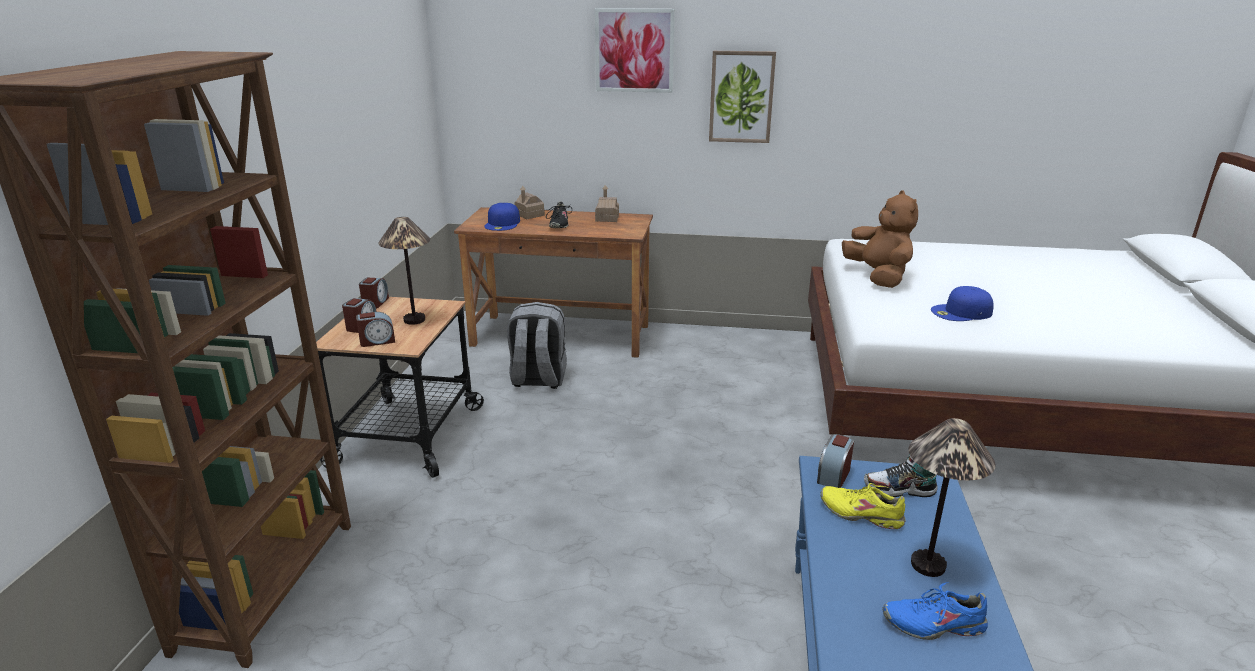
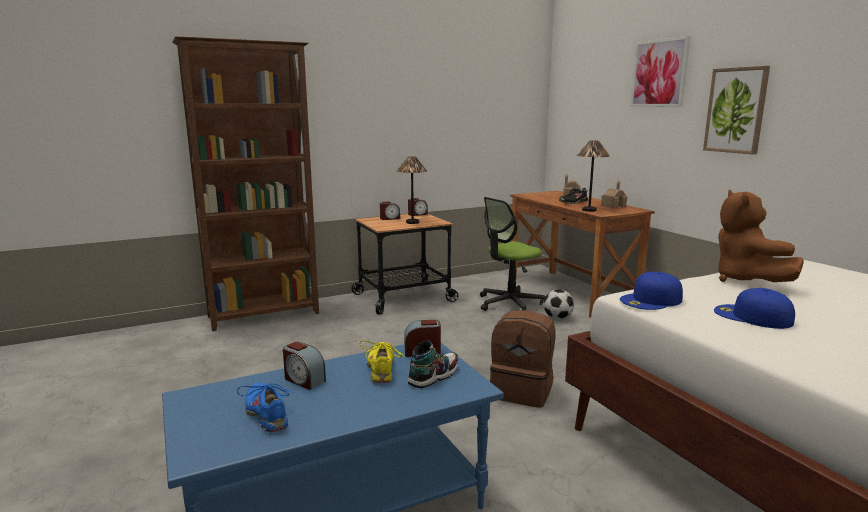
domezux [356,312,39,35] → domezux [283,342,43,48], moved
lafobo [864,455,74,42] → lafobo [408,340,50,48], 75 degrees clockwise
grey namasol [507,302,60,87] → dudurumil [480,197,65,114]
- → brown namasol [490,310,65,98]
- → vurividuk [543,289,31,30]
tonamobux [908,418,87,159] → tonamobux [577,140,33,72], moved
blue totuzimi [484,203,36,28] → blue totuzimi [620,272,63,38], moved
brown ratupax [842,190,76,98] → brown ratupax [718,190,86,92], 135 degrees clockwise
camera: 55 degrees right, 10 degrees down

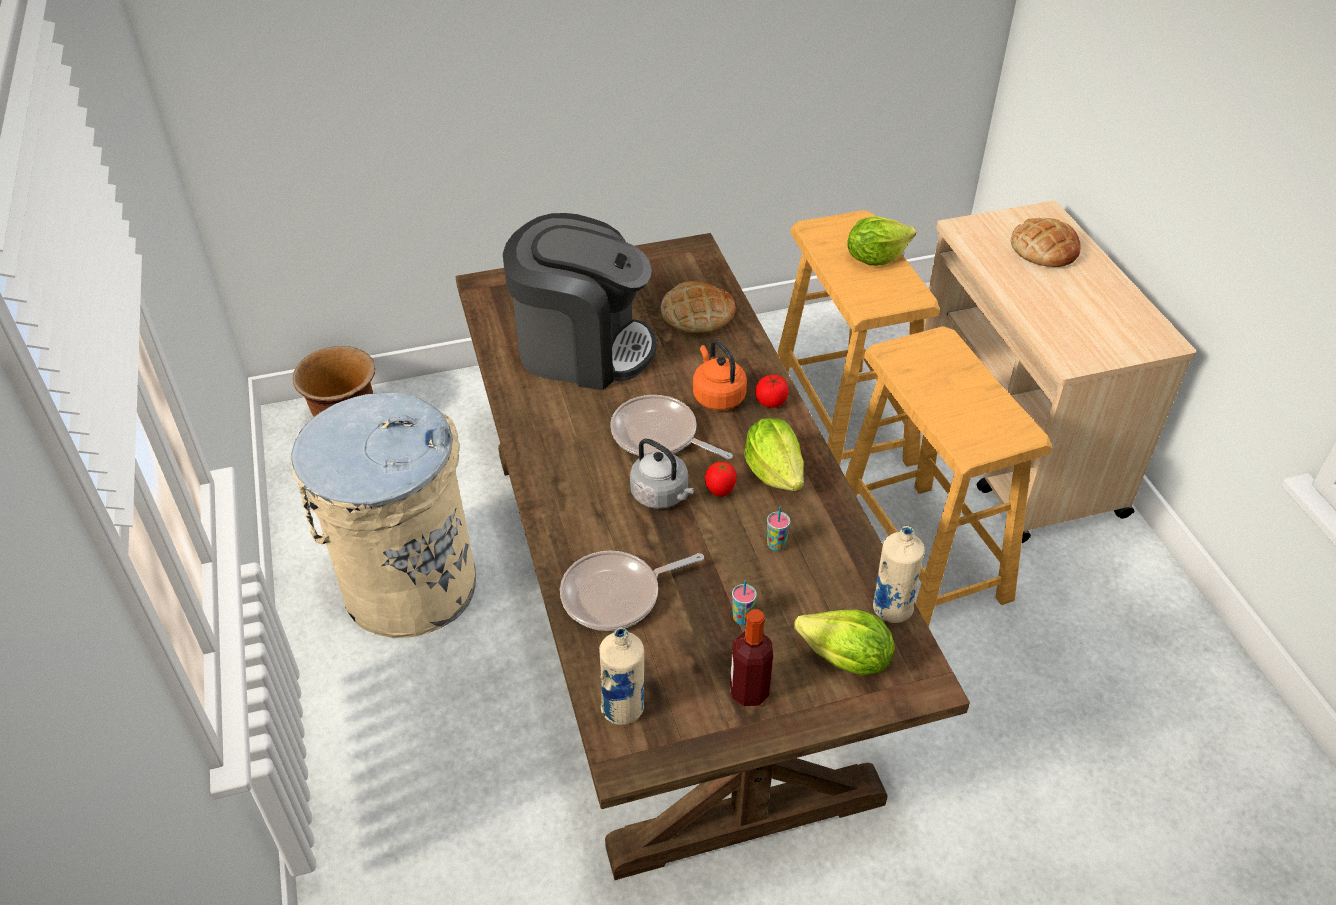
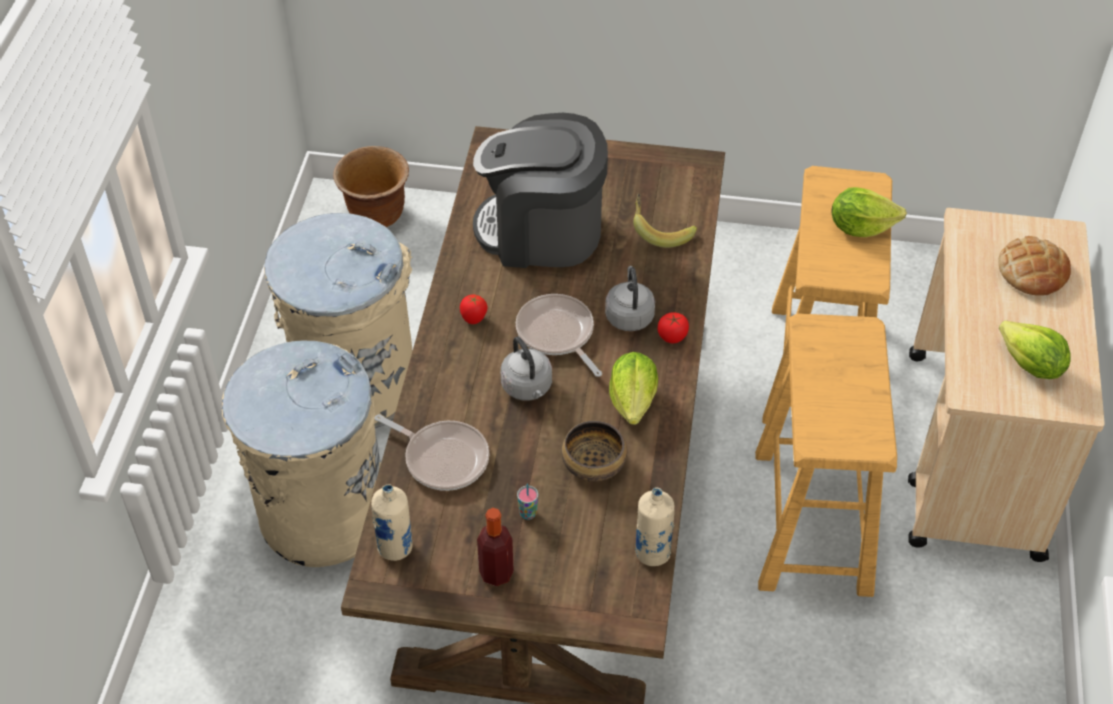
- → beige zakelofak [222,341,159,226]
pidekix [560,551,144,80] → pidekix [375,414,115,77], 150 degrees counterclockwise
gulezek [705,462,32,35] → gulezek [460,295,28,29], moved
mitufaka [503,213,154,177] → mitufaka [473,113,135,155], 150 degrees clockwise
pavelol [767,507,23,44] → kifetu [562,421,65,61]
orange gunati [693,340,54,70] → grey gunati [605,266,50,65]
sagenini [661,281,75,52] → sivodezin [633,194,64,54]
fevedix [794,610,101,66] → fevedix [999,320,72,59], moved
camera: 25 degrees right, 5 degrees up

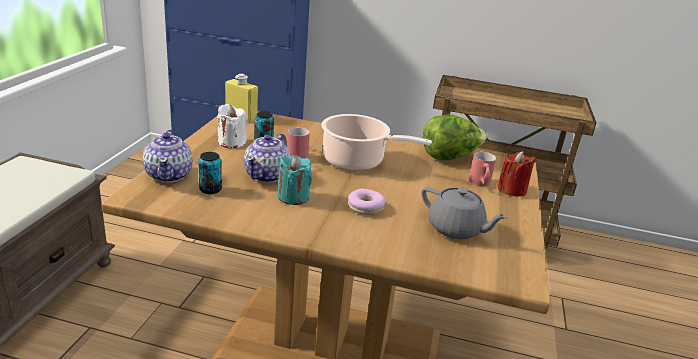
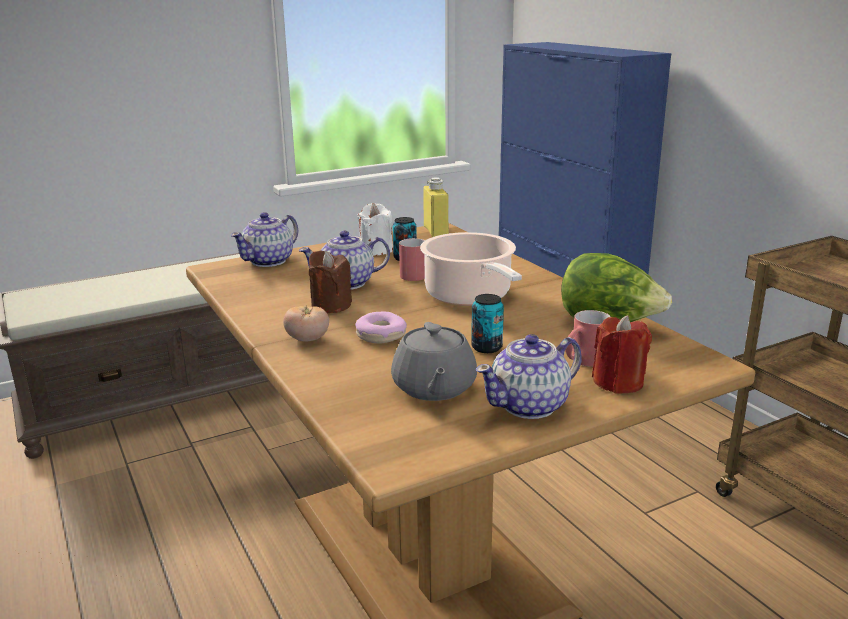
- → gulezek [283,306,46,36]
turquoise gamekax [277,155,35,50] → brown gamekax [309,251,43,62]
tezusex [198,152,24,42] → tezusex [471,294,33,59], moved
- → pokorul [476,334,106,85]
camera: 50 degrees right, 5 degrees down

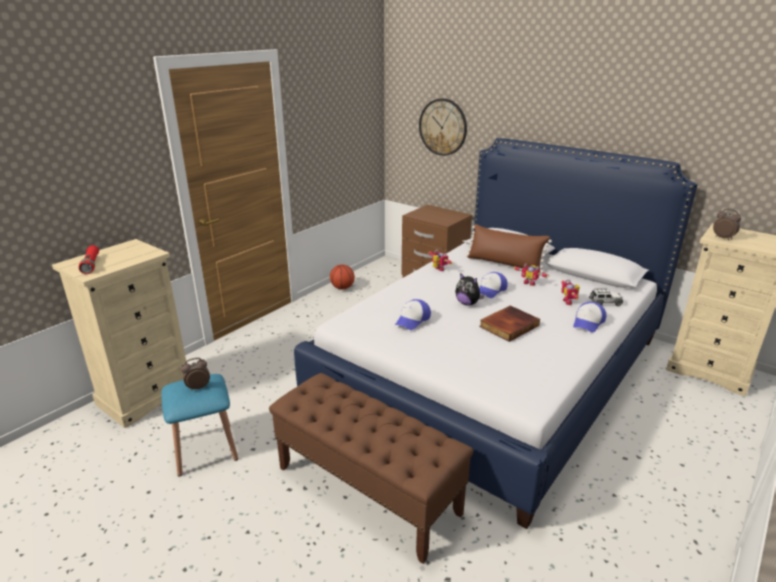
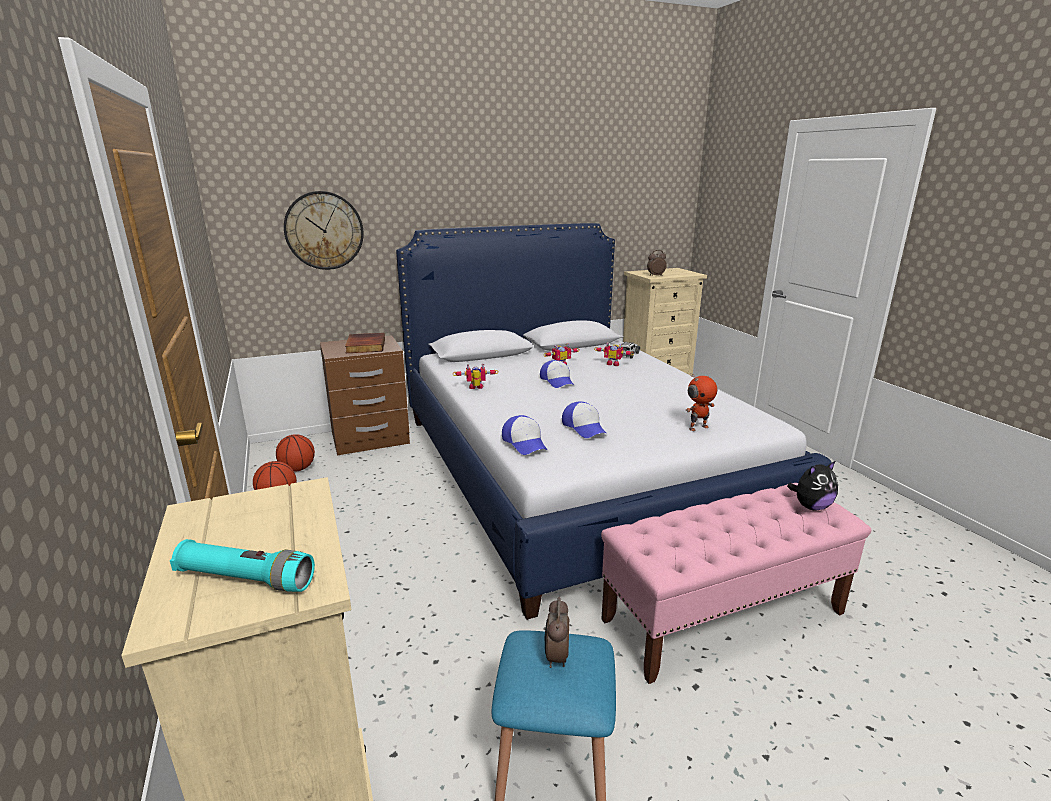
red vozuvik [79,245,20,29] → turquoise vozuvik [170,539,145,53]
- → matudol [276,434,39,38]
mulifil [479,305,61,37] → mulifil [345,333,40,20], moved
totuzimi [573,302,33,31] → totuzimi [502,415,45,40], moved
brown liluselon [269,373,204,191] → pink liluselon [601,483,270,201]
- → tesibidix [686,374,32,57]
ratupax [455,273,30,33] → ratupax [787,461,51,50], moved
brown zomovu [466,224,86,49] → -
camera: 60 degrees left, 5 degrees down

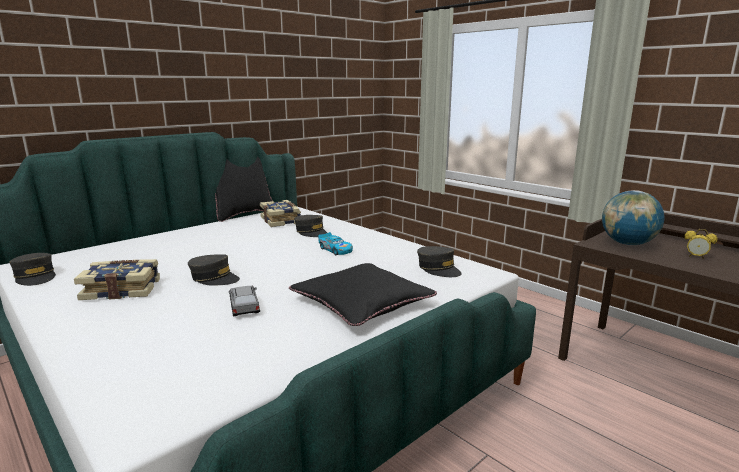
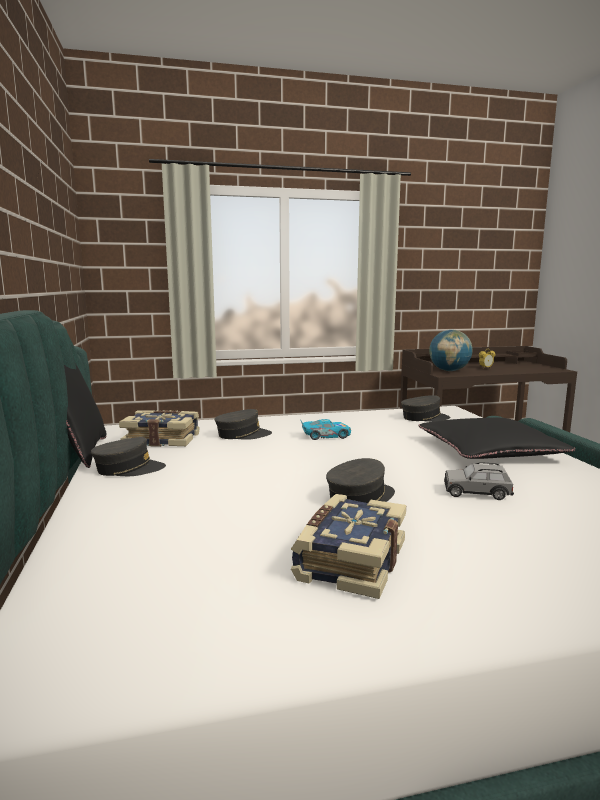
grey totuzimi [9,253,47,33] → grey totuzimi [91,437,75,39], moved
camera: 60 degrees left, 5 degrees down

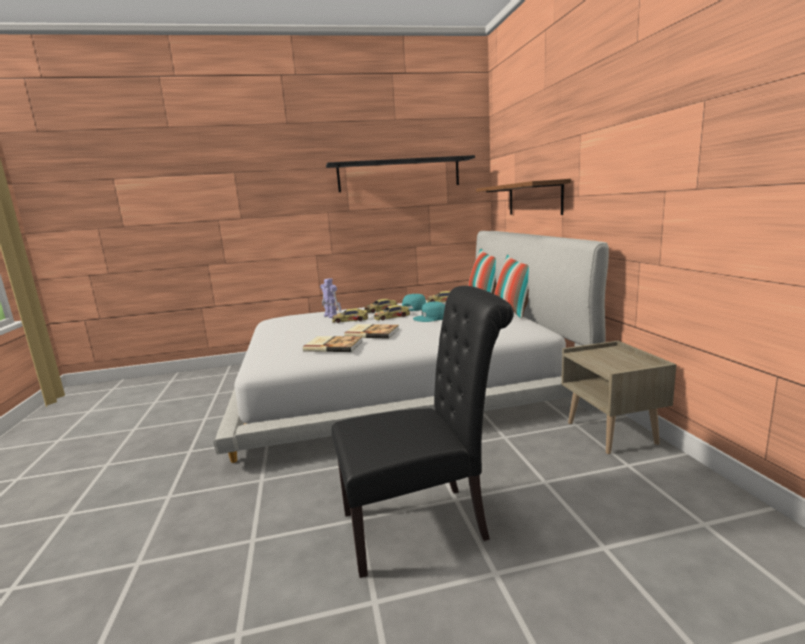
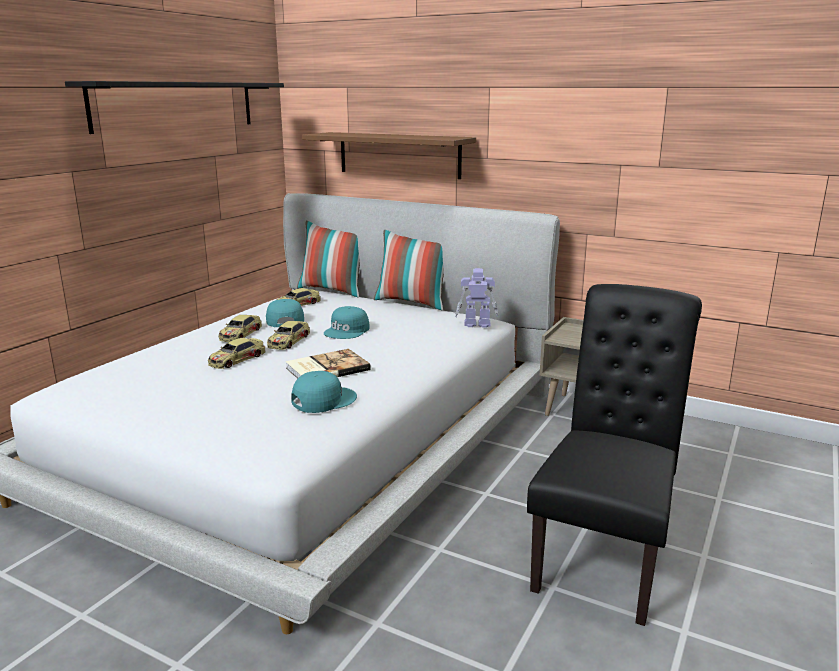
mulifil [303,336,60,16] → turquoise totuzimi [291,371,66,42]
tesibidix [320,278,21,40] → tesibidix [455,268,43,60], moved
camera: 50 degrees left, 5 degrees up

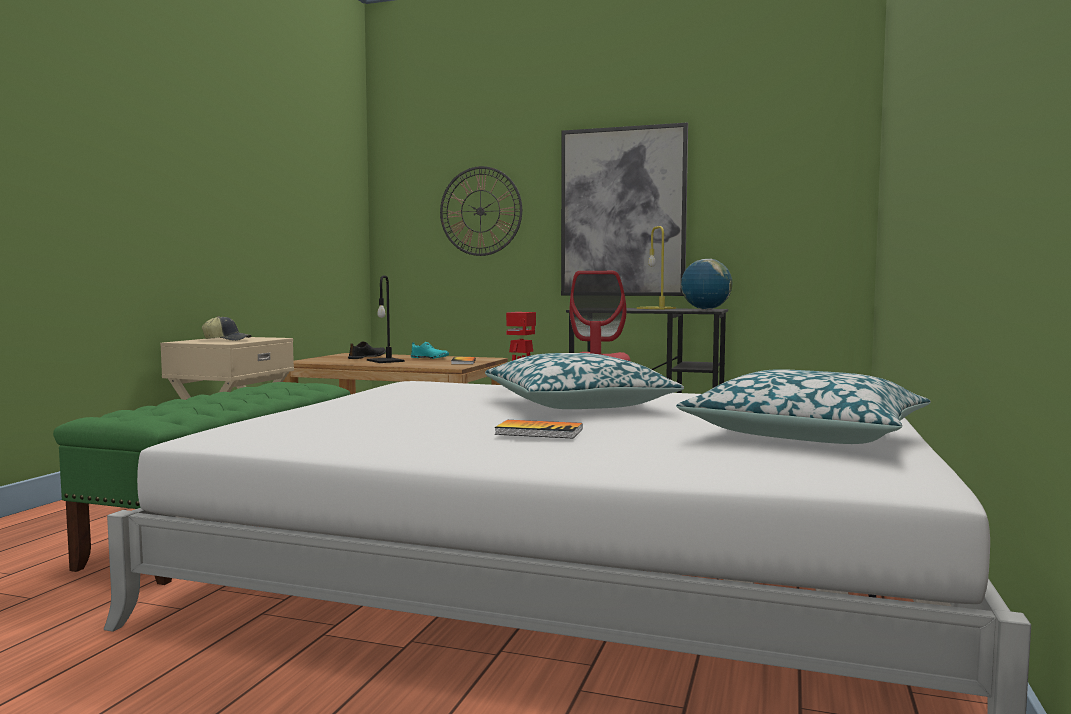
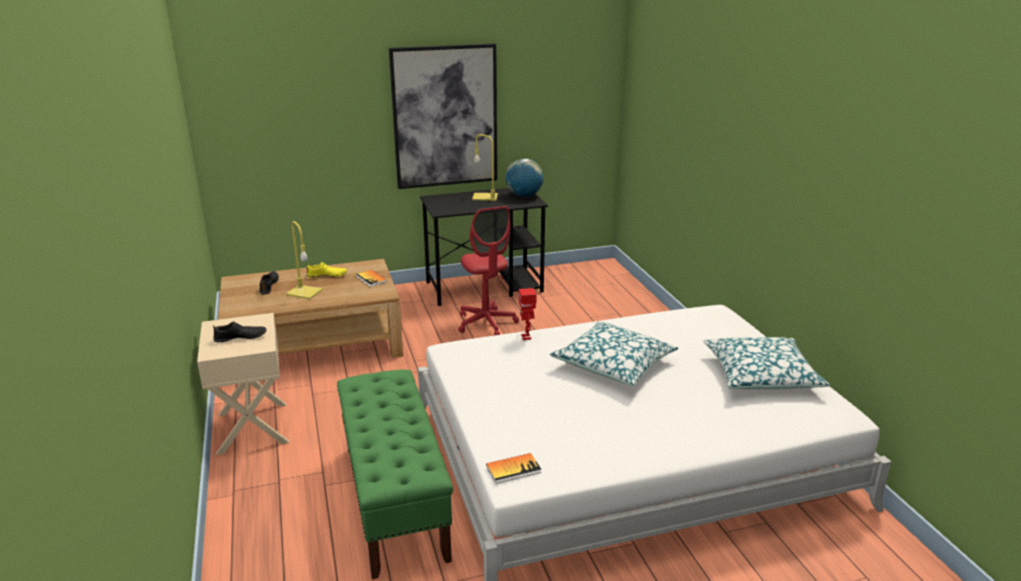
totuzimi [202,316,50,25] → black lafobo [213,321,54,21]
black tonamobux [367,275,38,88] → yellow tonamobux [286,221,37,78]
turquoise lafobo [411,342,38,17] → yellow lafobo [307,262,40,16]
mulifil [494,420,89,18] → mulifil [486,453,55,31], moved
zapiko [440,166,82,90] → -
camera: 35 degrees left, 20 degrees up

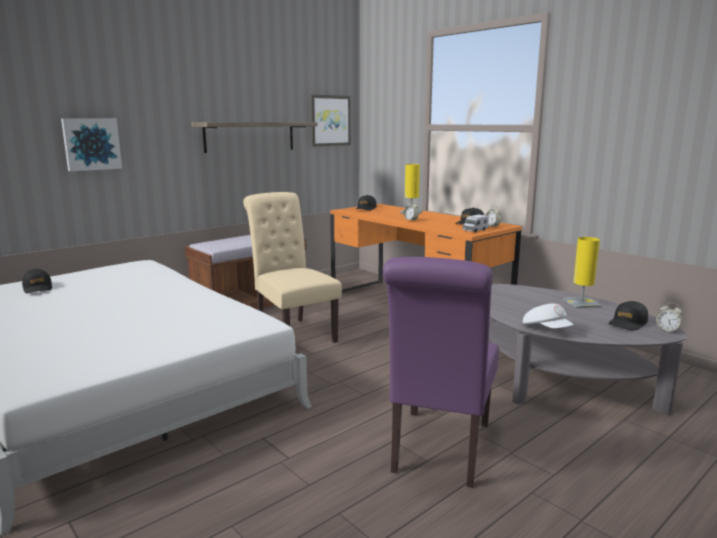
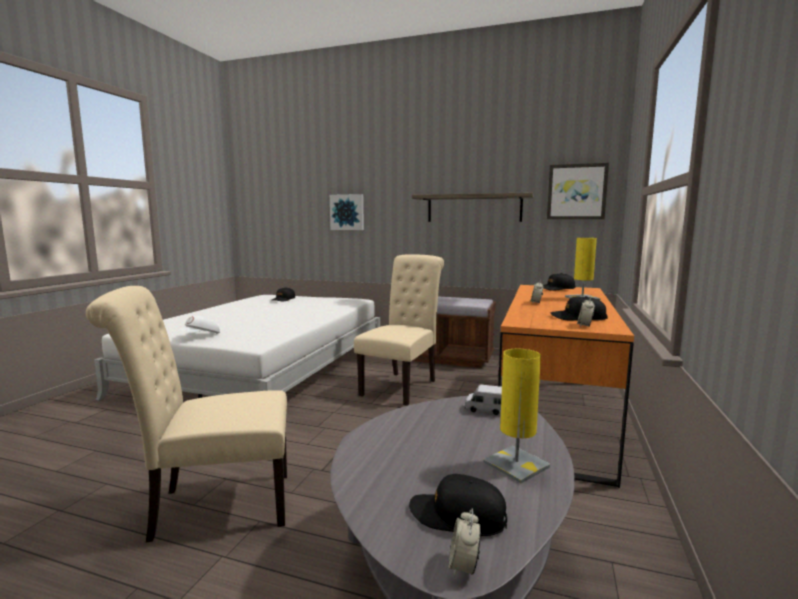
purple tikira [383,257,116,231] → beige tikira [86,286,201,256]
white totuzimi [523,303,51,25] → white totuzimi [178,316,42,18], moved
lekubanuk [462,214,27,18] → lekubanuk [465,384,37,31], moved
camera: 60 degrees right, 5 degrees down

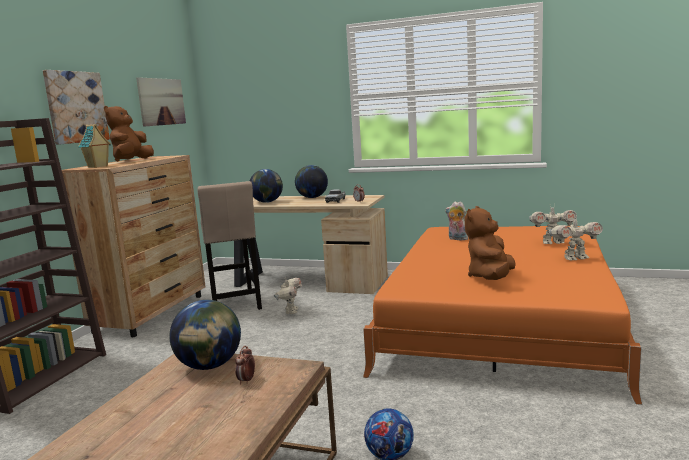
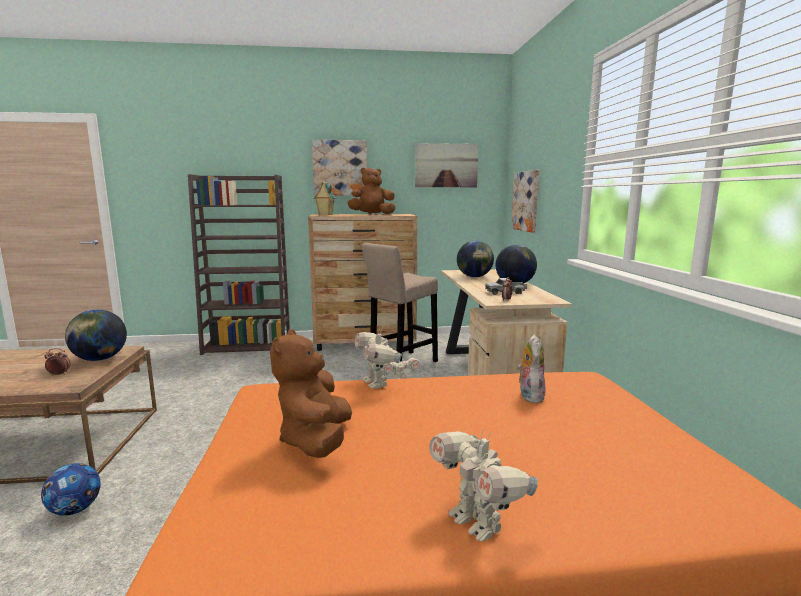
brown ratupax [464,206,52,74] → brown ratupax [270,329,82,129], 90 degrees counterclockwise
tesibidix [529,206,48,38] → tesibidix [355,328,47,60], moved
- → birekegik [511,170,28,63]
camera: 65 degrees right, 0 degrees up

